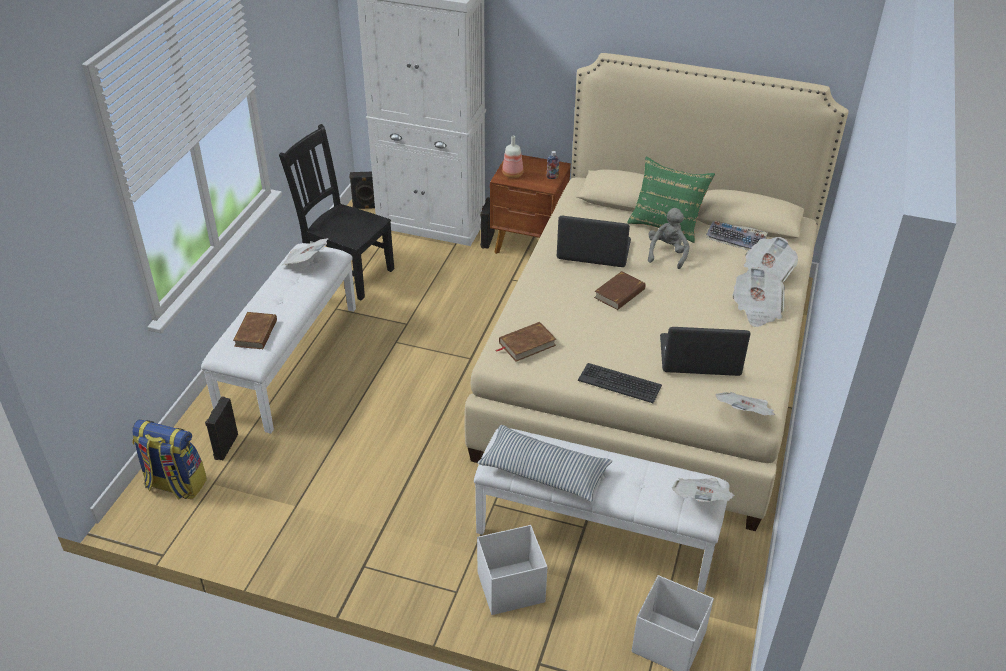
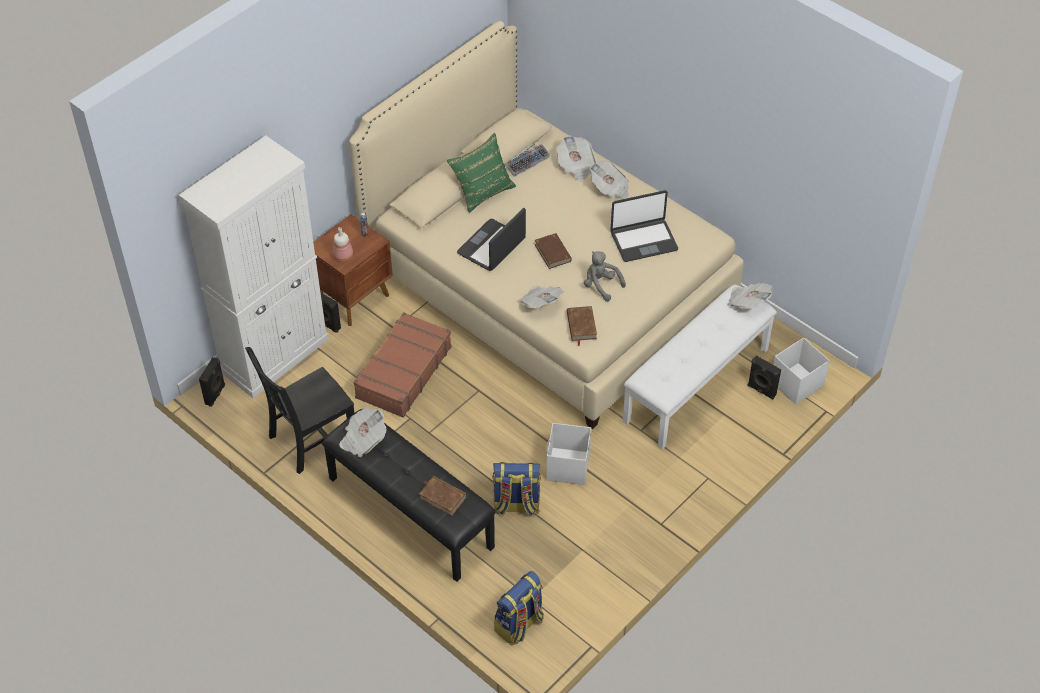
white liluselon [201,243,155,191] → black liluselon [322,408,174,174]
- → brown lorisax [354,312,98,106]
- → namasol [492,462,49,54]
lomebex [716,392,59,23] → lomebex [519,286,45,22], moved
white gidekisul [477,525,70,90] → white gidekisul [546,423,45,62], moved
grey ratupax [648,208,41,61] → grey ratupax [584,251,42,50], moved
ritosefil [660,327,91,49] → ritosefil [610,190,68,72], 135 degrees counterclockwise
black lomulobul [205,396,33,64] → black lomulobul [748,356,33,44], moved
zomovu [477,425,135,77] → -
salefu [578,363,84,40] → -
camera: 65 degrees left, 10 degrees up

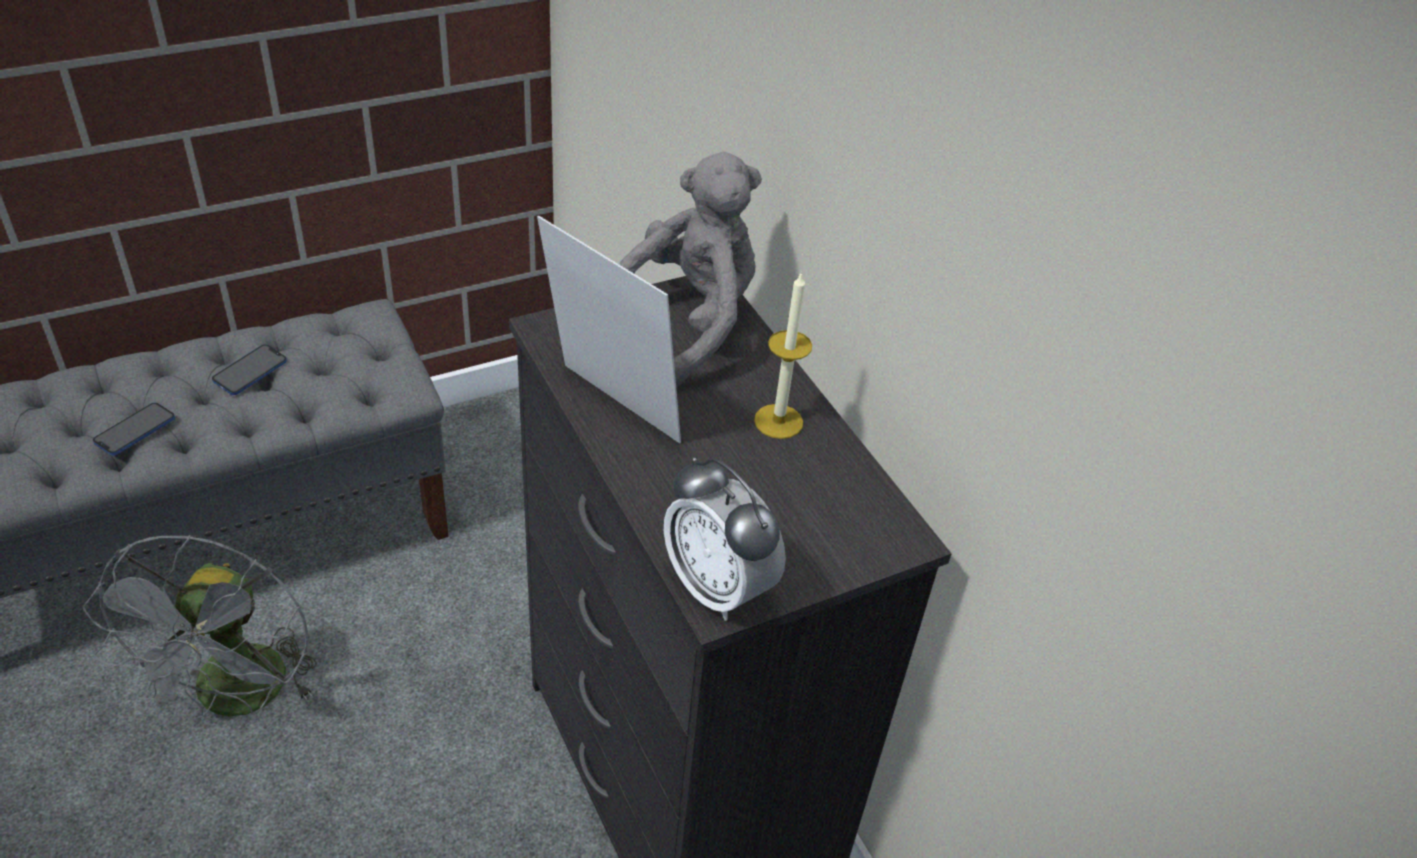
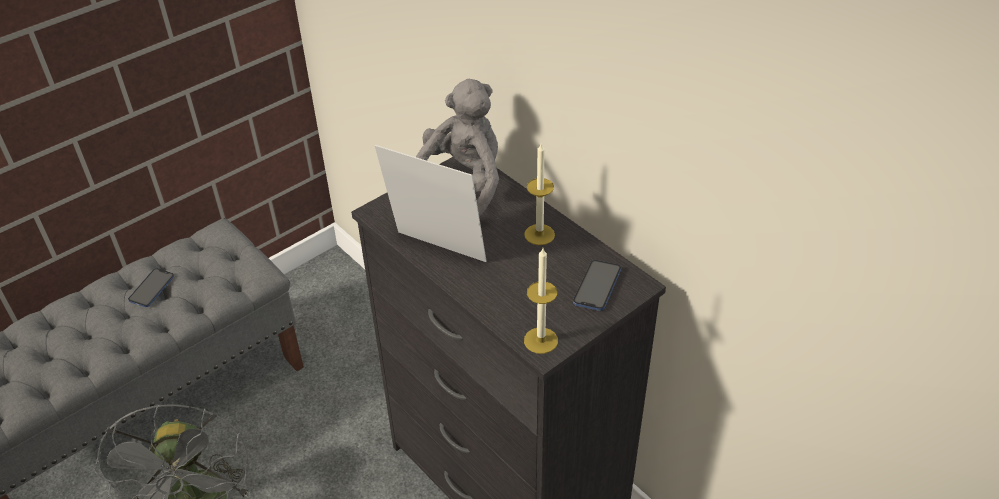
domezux [664,457,122,164] → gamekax [524,248,34,106]
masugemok [93,403,82,52] → masugemok [573,260,48,51], moved
camera: 10 degrees left, 0 degrees up

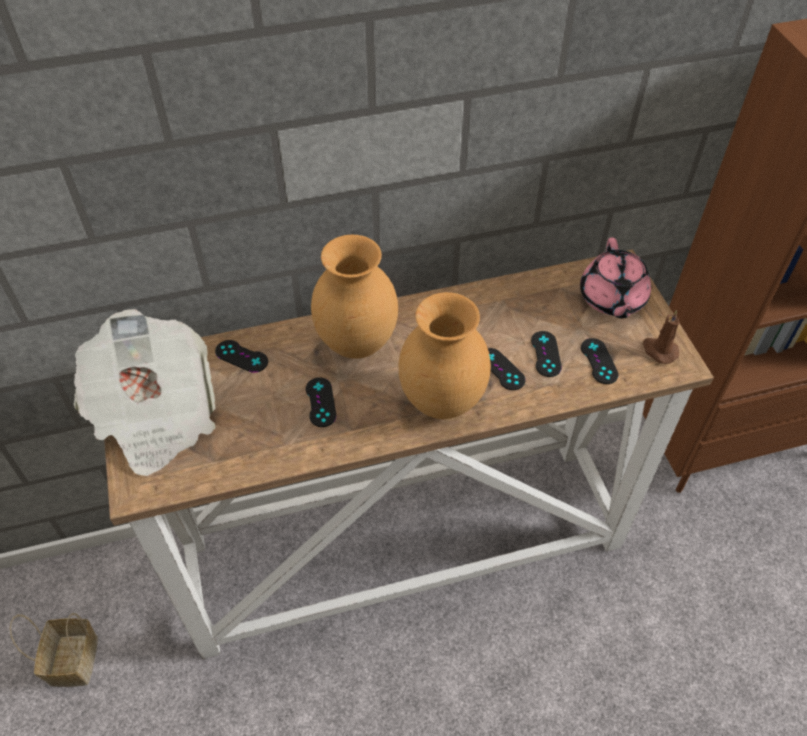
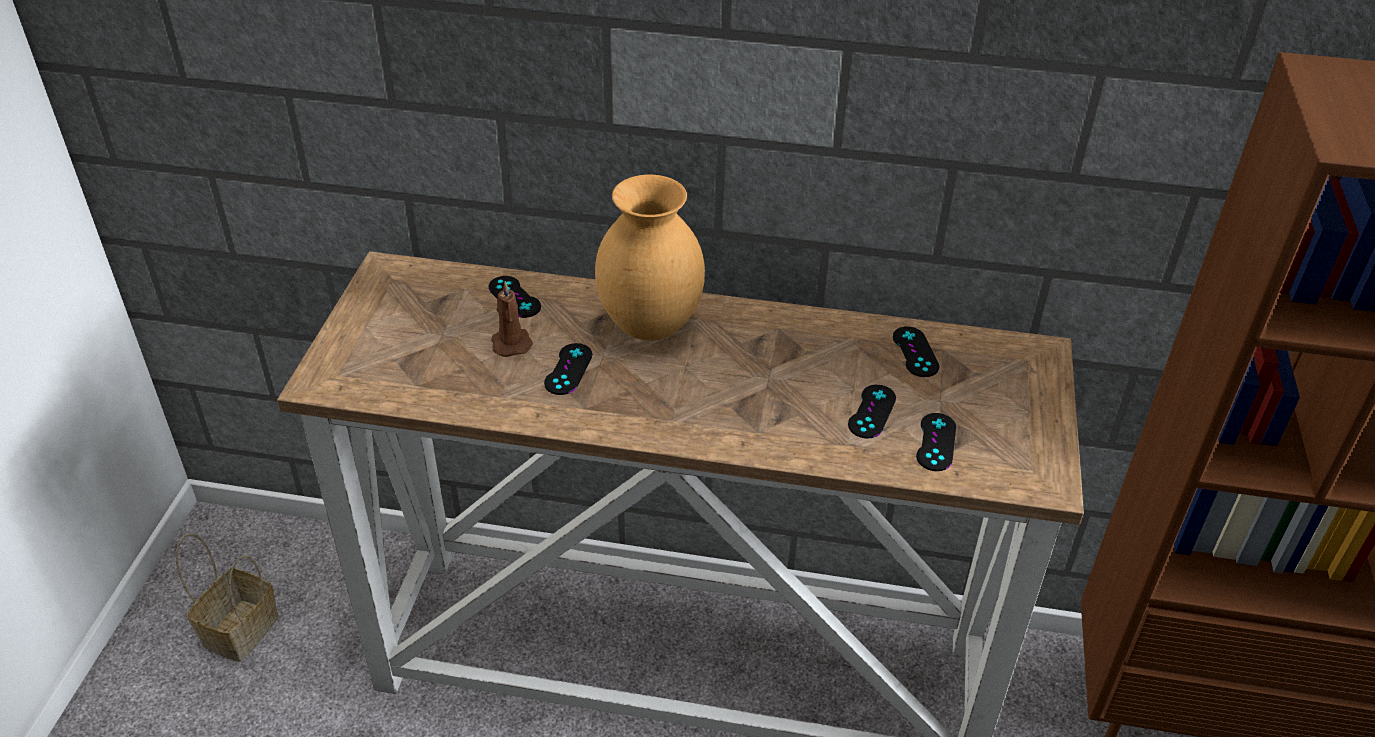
brown gamekax [643,310,36,54] → brown gamekax [491,281,42,76], moved
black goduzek [488,348,38,42] → black goduzek [893,326,46,51], moved
lomebex [74,309,141,167] → -
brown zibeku [398,292,93,127] → -
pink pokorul [580,238,71,80] → -
camera: 25 degrees right, 10 degrees down

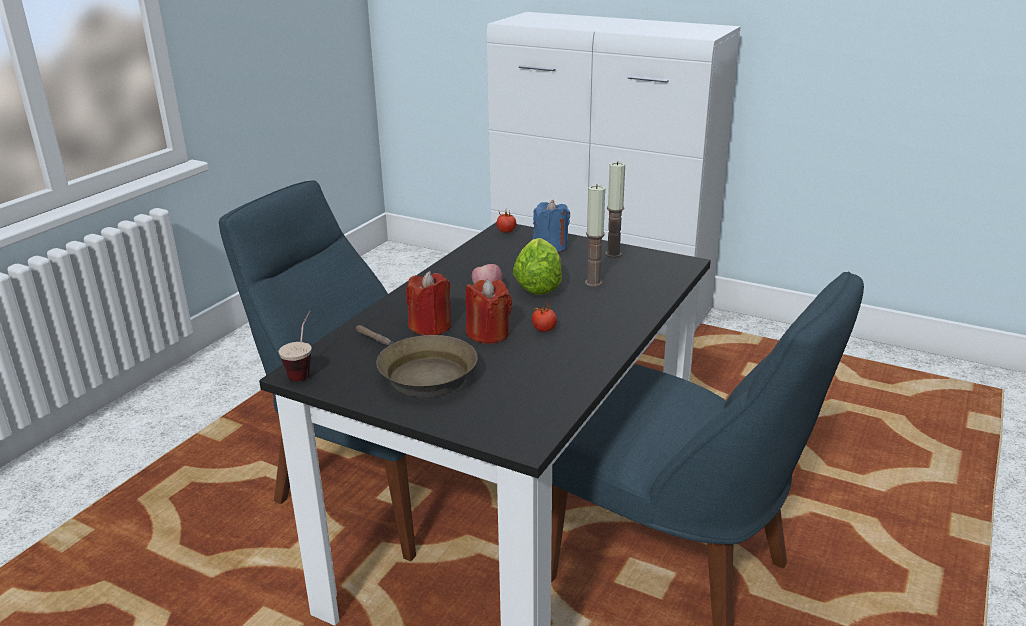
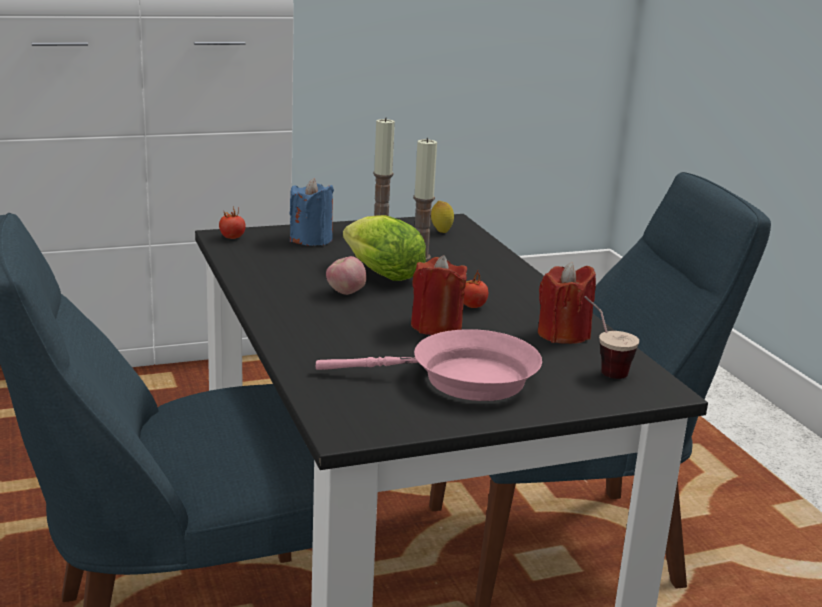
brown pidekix [356,325,121,73] → pink pidekix [316,329,226,72]
- → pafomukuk [431,201,23,32]
red gamekax [406,271,45,64] → red gamekax [538,262,58,82], moved
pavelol [279,311,32,71] → pavelol [584,296,55,83], moved
camera: 50 degrees left, 5 degrees down

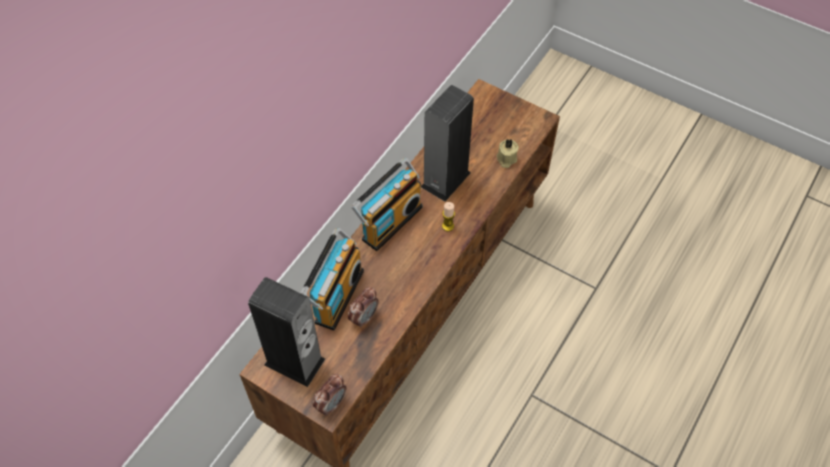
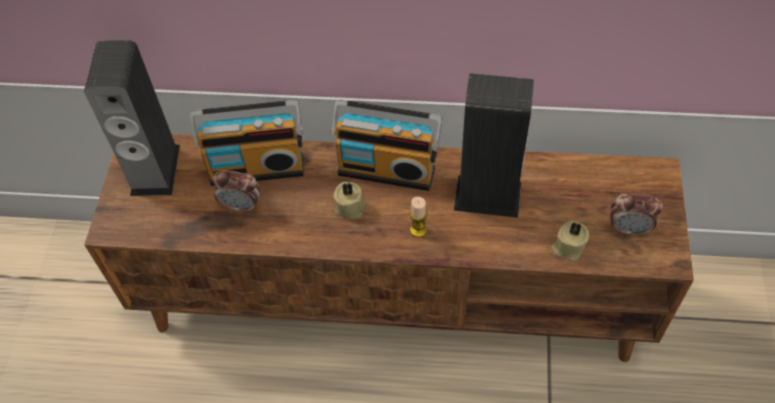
- → beige gamekax [334,182,31,37]
domezux [313,374,33,42] → domezux [610,193,53,43], moved
camera: 65 degrees right, 0 degrees up

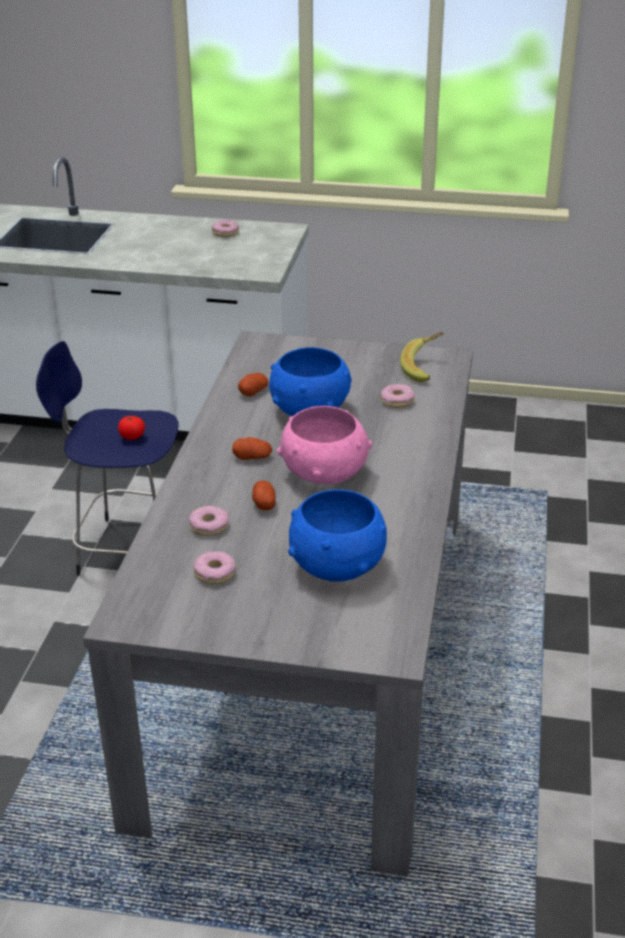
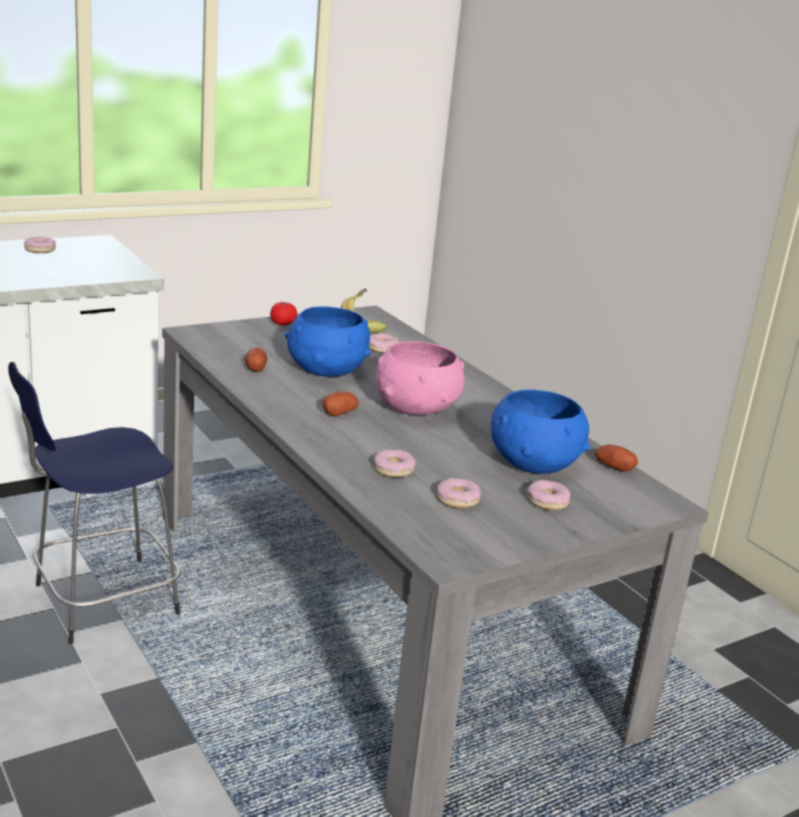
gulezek [118,416,27,24] → gulezek [270,301,27,24], moved
- → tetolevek [527,480,43,30]
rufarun [252,480,24,30] → rufarun [595,445,43,27], moved
camera: 45 degrees left, 10 degrees down

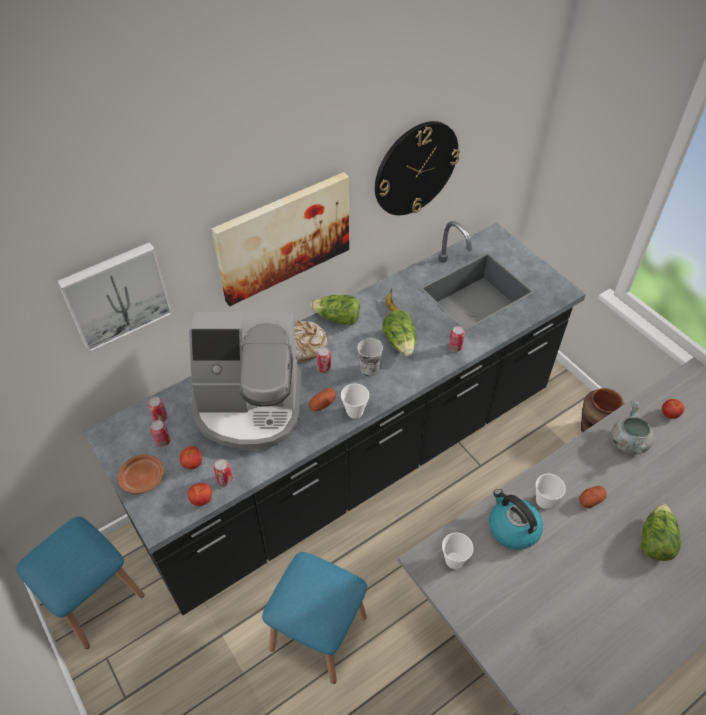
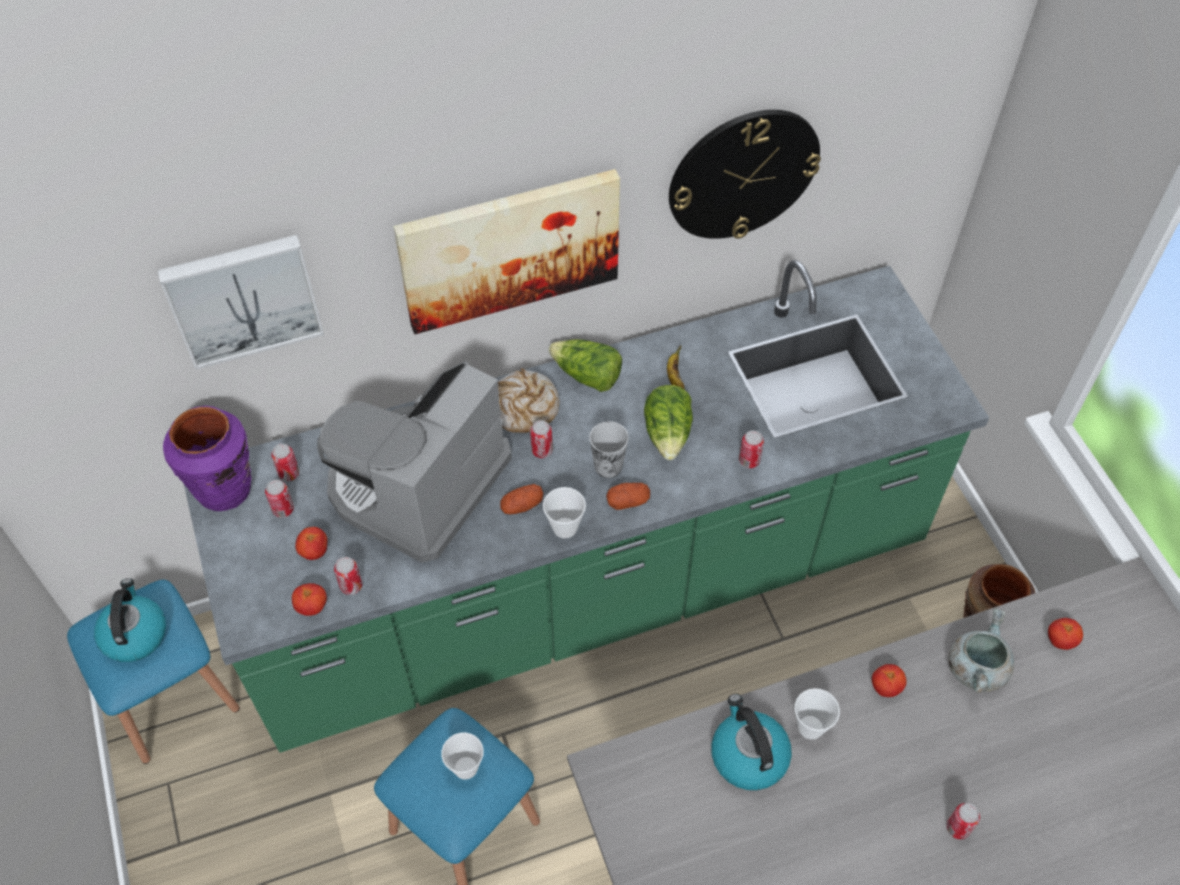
- → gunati [94,578,72,84]
- → purple zibeku [163,406,88,105]
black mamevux [82,221,504,395] → green mamevux [184,260,805,493]
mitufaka [189,312,113,137] → mitufaka [317,361,195,201], 105 degrees clockwise
pavelol [442,533,32,36] → pavelol [441,732,43,48], moved
rufarun [579,486,28,22] → rufarun [606,483,44,27], moved
- → gulezek [872,664,35,33]
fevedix [641,504,40,57] → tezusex [946,803,34,36]
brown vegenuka [117,454,47,40] → -
camera: 15 degrees right, 5 degrees up

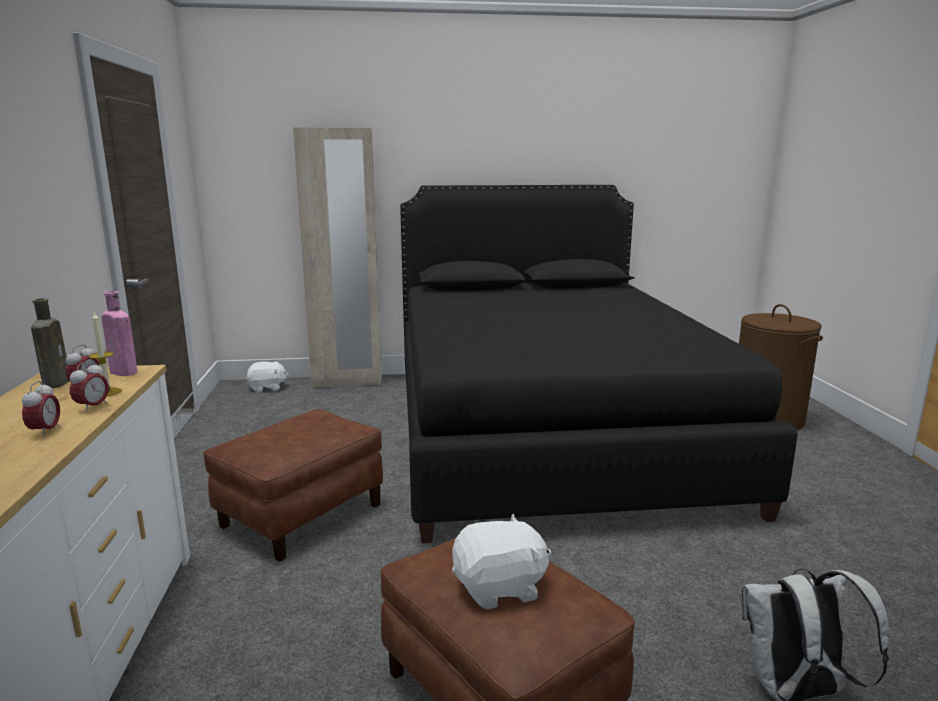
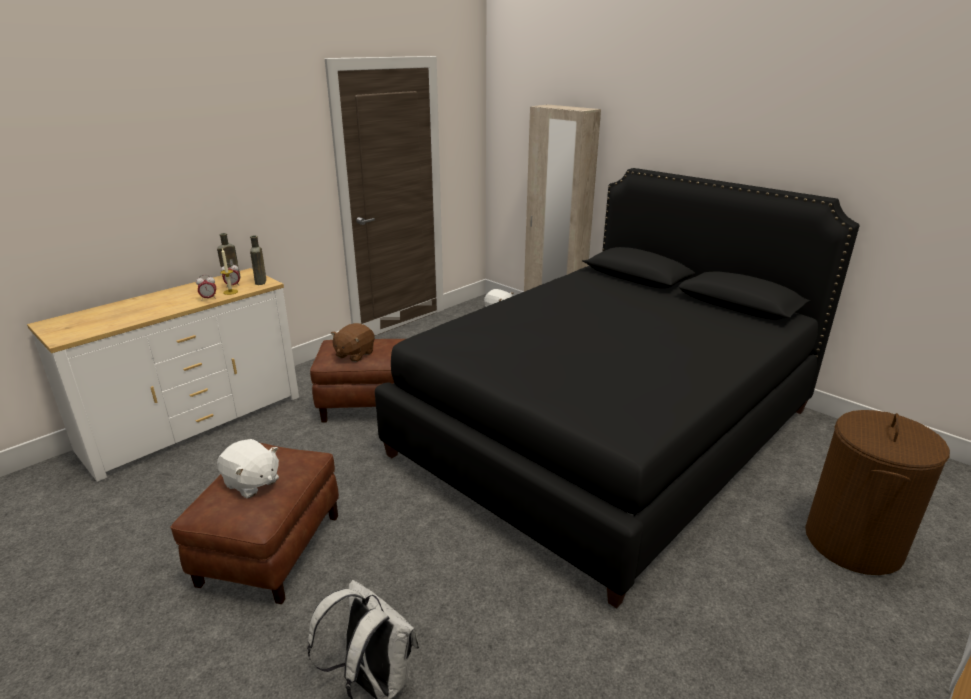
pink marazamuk [101,291,36,85] → brown marazamuk [250,235,16,50]
- → brown ratupax [331,323,44,39]
domezux [22,381,38,56] → -
camera: 50 degrees right, 10 degrees up

